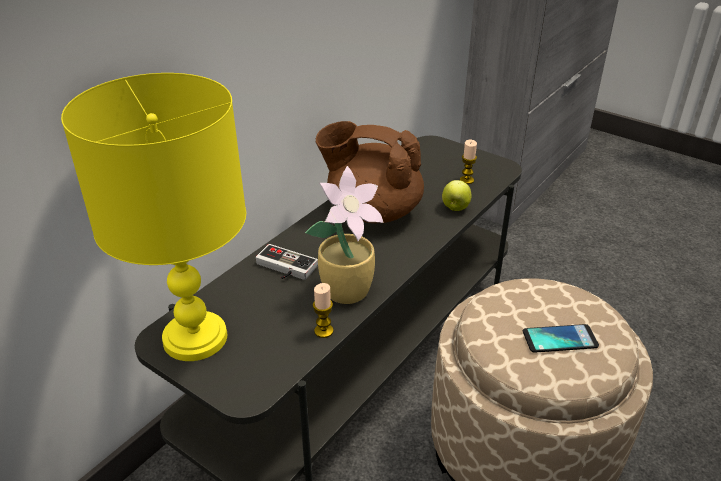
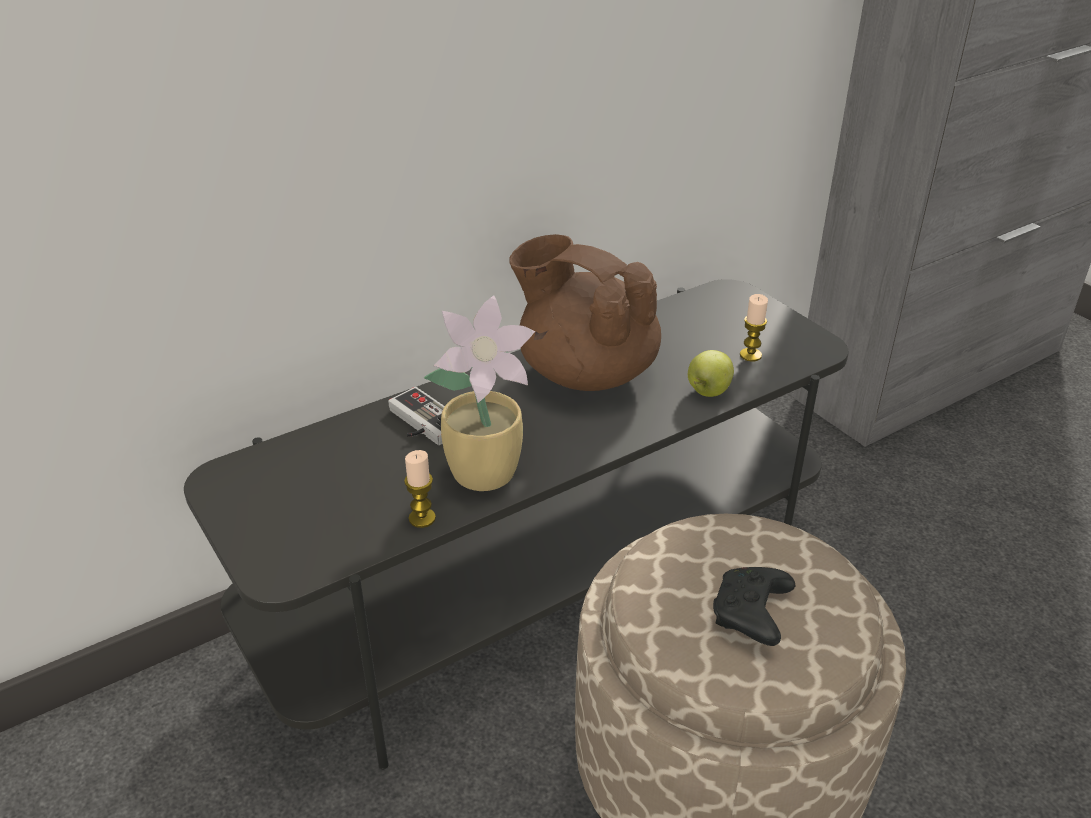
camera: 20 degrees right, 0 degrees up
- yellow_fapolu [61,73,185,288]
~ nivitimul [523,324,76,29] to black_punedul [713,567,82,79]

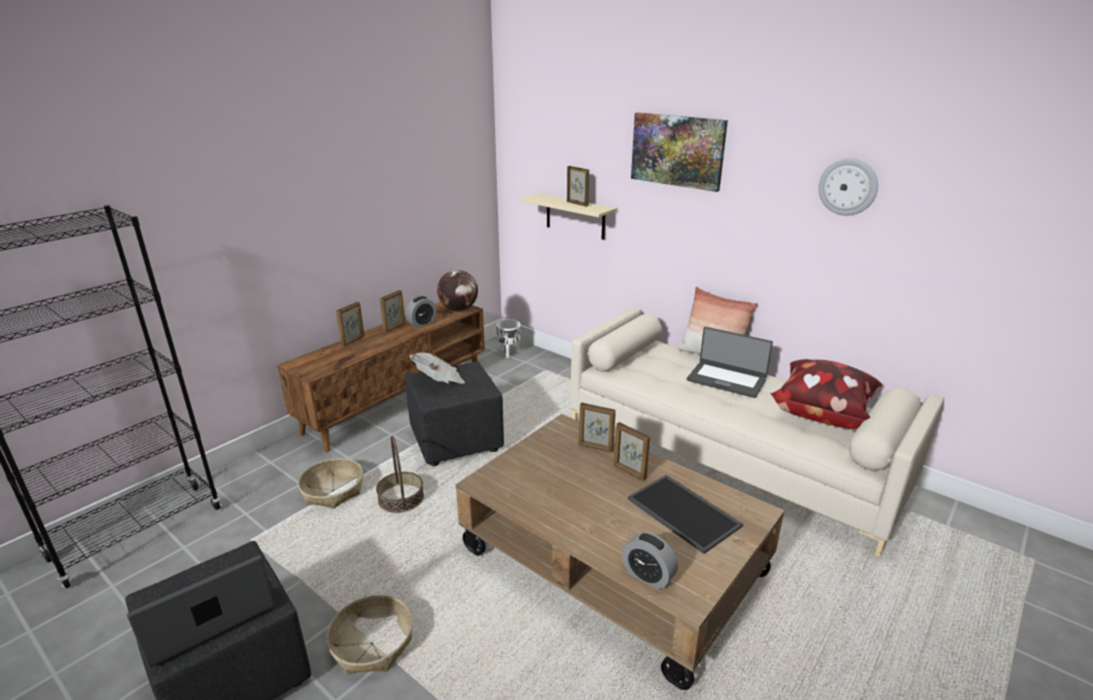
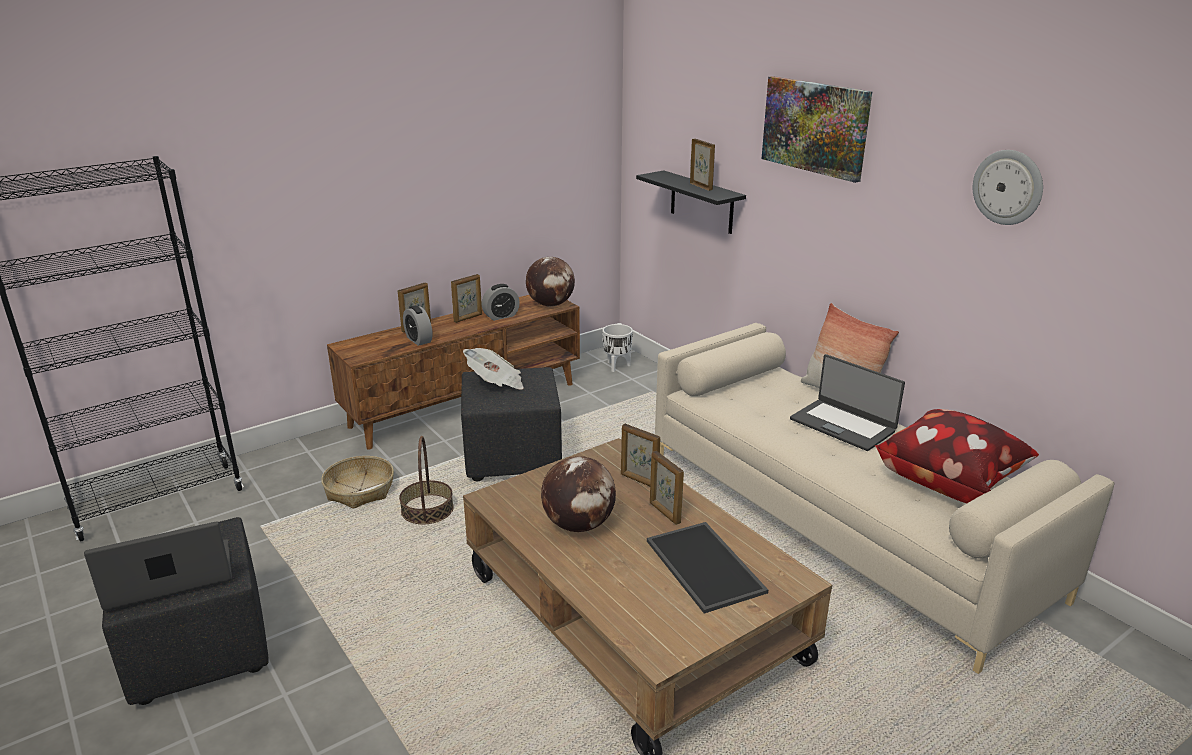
camera: 15 degrees right, 0 degrees up
- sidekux [326,595,87,79]
~ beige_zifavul [520,193,96,47] to black_zifavul [636,170,110,64]
~ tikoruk [622,532,56,57] to [403,305,29,41]
+ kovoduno [541,456,75,76]

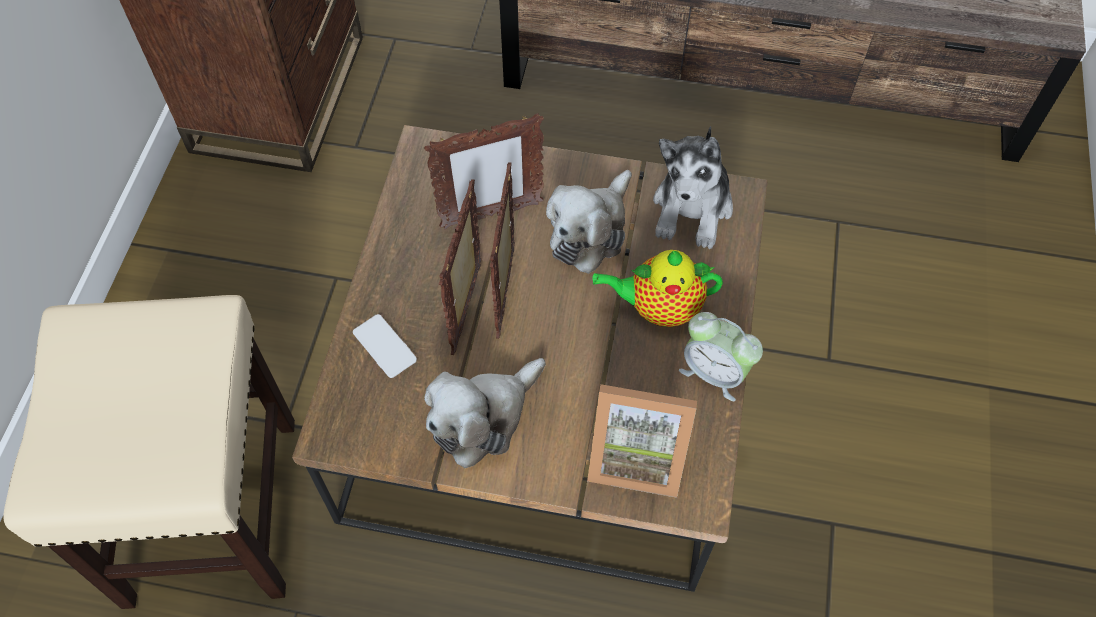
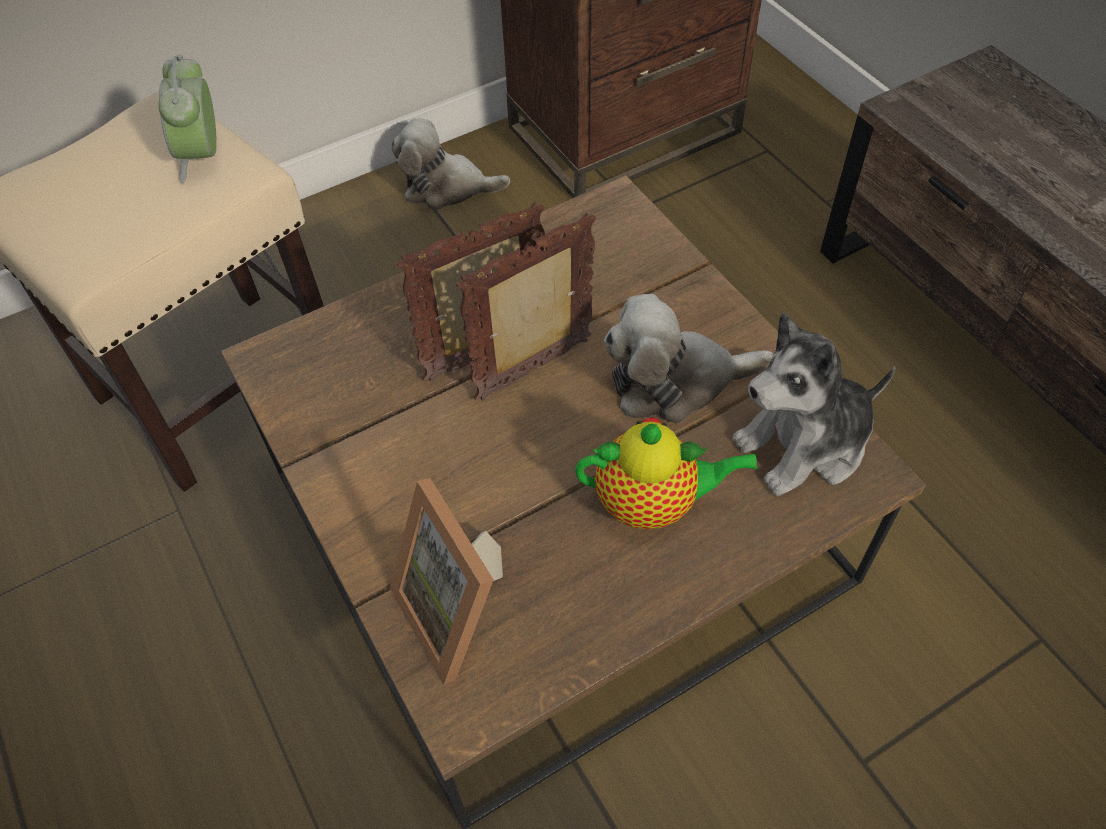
camera: 50 degrees right, 5 degrees down
- nivitimul [353,314,64,64]
- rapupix [424,113,120,116]
~ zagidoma [424,358,122,110] to [392,118,118,92]
~ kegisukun [592,250,131,77] = [575,418,183,112] 135 degrees clockwise
~ tikoruk [679,312,84,89] to [158,55,59,128]

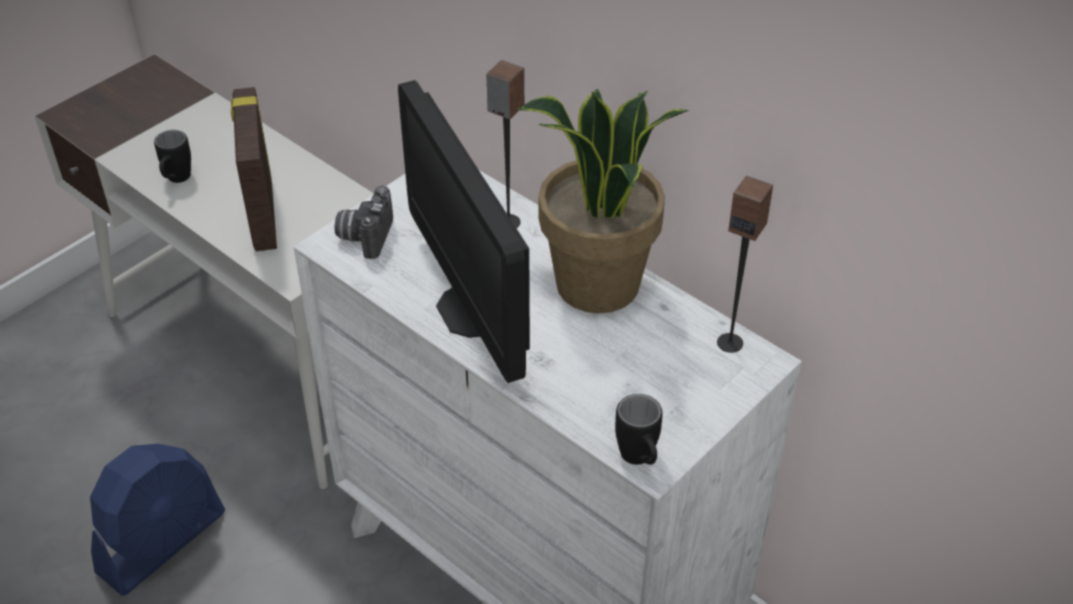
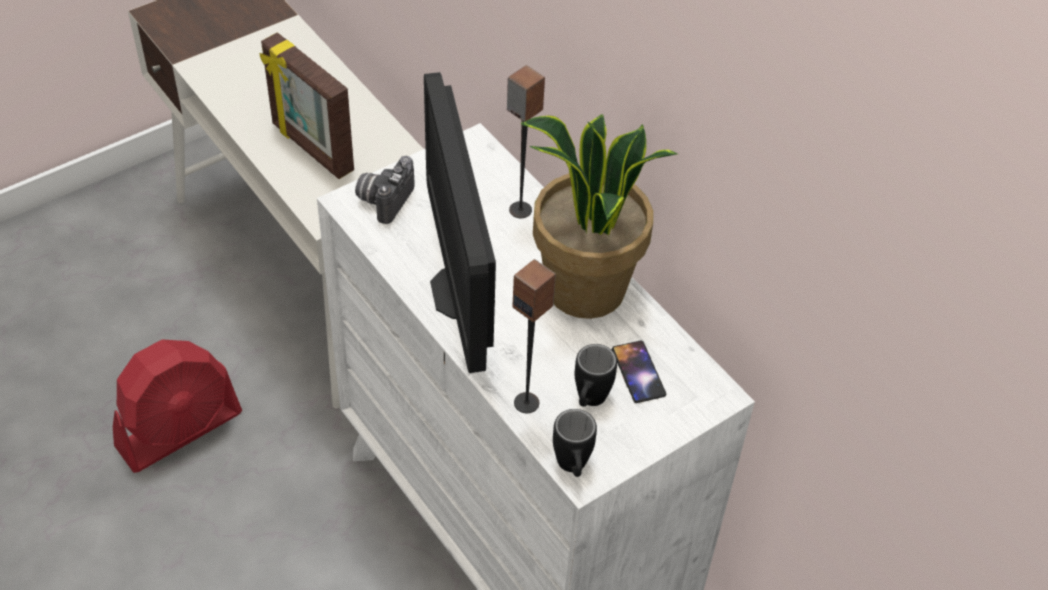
camera: 10 degrees right, 5 degrees up
~ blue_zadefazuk [90,444,135,152] to red_zadefazuk [113,340,129,133]
~ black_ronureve [154,130,37,53] to [575,344,42,63]
~ rapupix [231,87,46,164] = [260,32,94,147] 45 degrees counterclockwise
~ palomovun [717,176,56,177] to [512,259,44,154]
+ nivitimul [612,341,54,62]

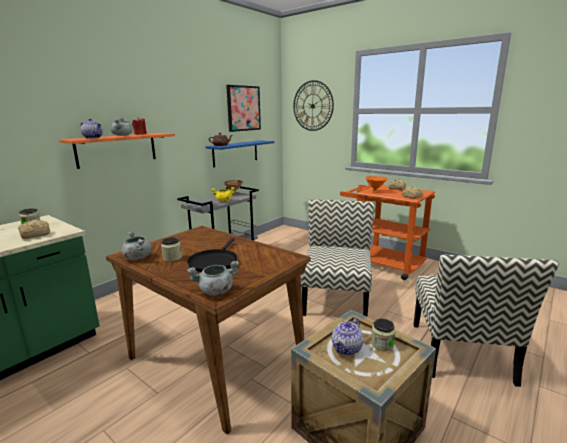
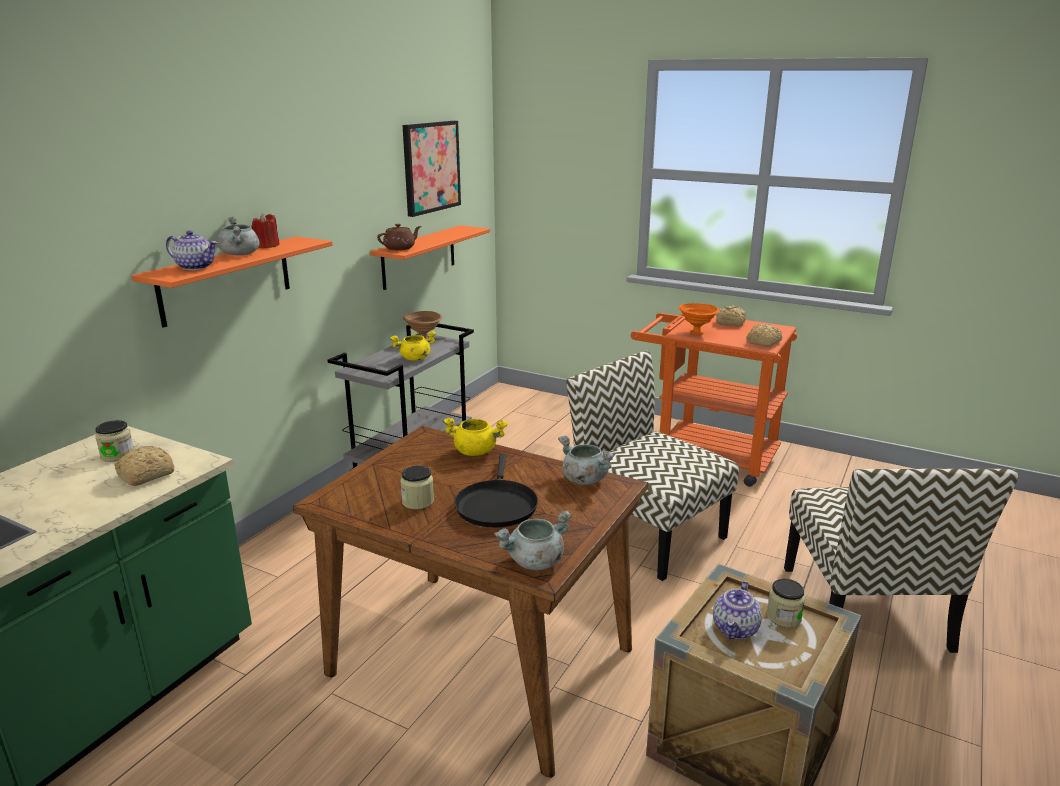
camera: 10 degrees left, 5 degrees up
~ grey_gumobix [121,231,31,29] to [558,436,57,49]
~ blue_zifavul [206,140,68,27] to orange_zifavul [370,225,120,65]
- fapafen [293,80,41,51]
~ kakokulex [300,199,75,118] = [567,351,172,230] 45 degrees counterclockwise
+ yellow_gumobix [443,418,64,38]

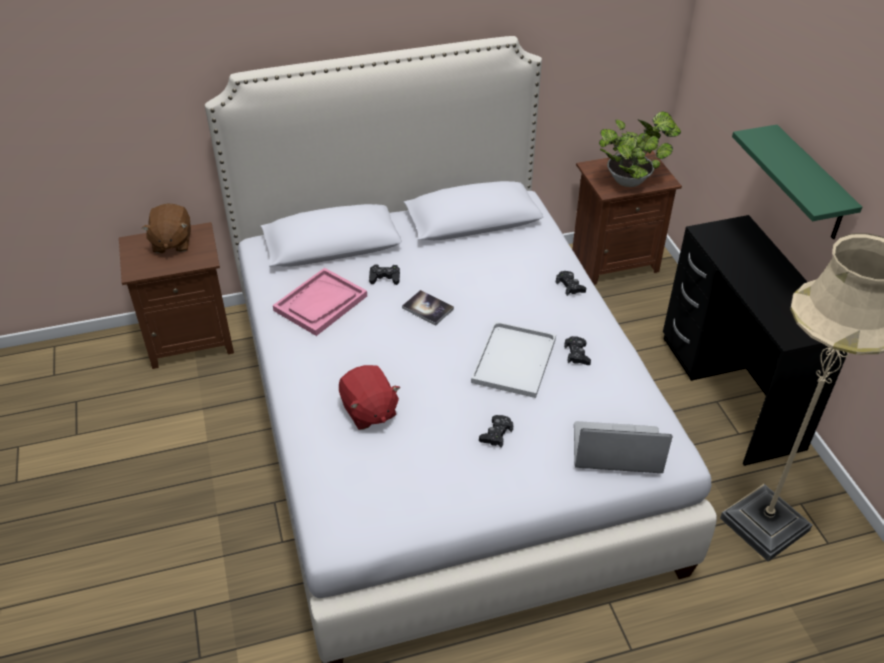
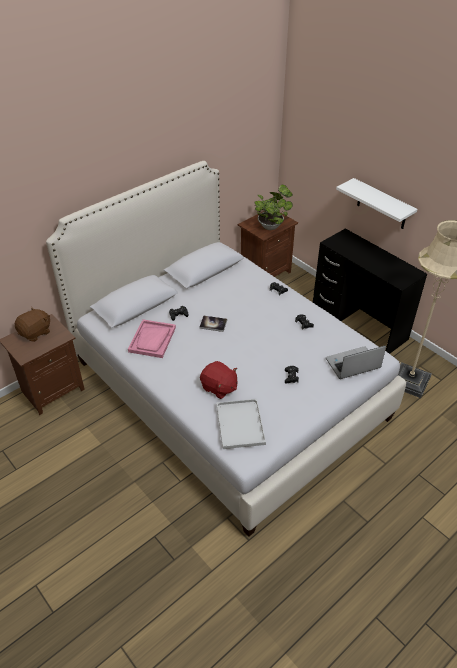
camera: 25 degrees left, 0 degrees up
~ brown_zagidoma [142,204,49,49] = [15,307,35,35] 105 degrees counterclockwise
~ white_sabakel [471,321,85,77] to [216,399,50,50]
~ green_zifavul [732,125,130,114] to white_zifavul [336,178,81,51]

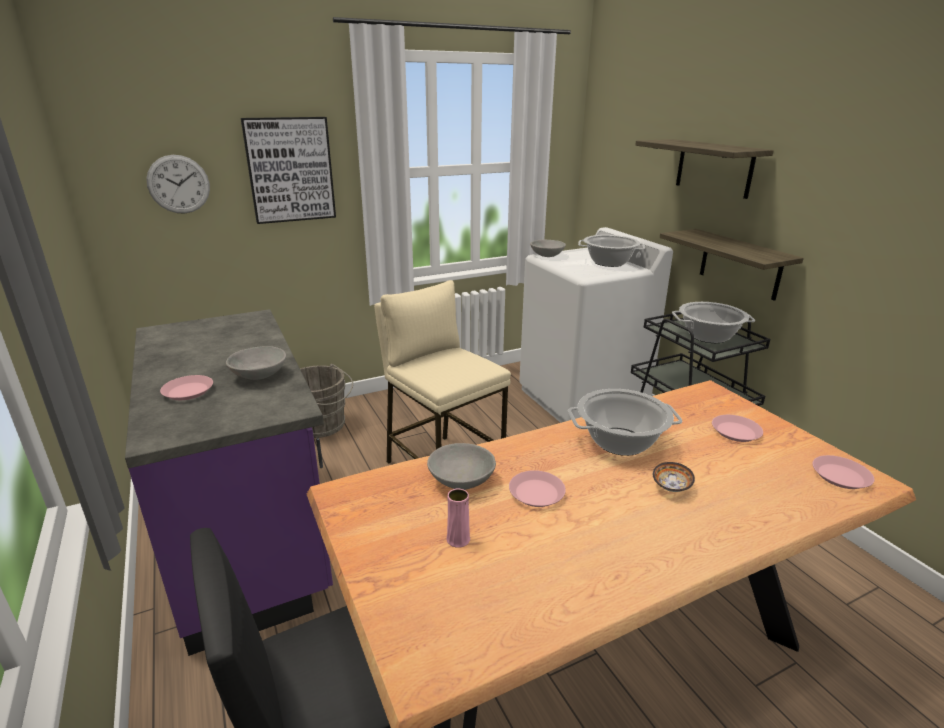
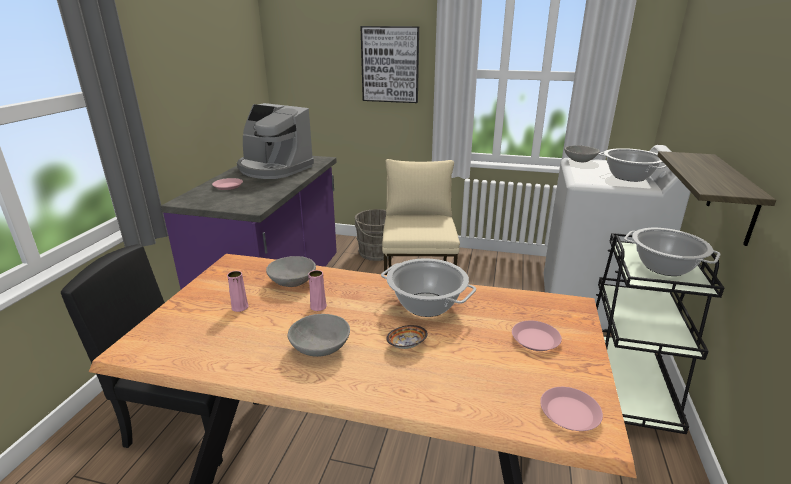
camera: 40 degrees right, 0 degrees up
- fapafen [146,155,64,59]
~ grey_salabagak [226,346,60,34] to [287,314,63,43]
~ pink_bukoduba [509,470,57,37] to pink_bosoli [308,270,19,41]
- zifavul [635,139,139,60]
+ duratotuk [237,103,77,76]

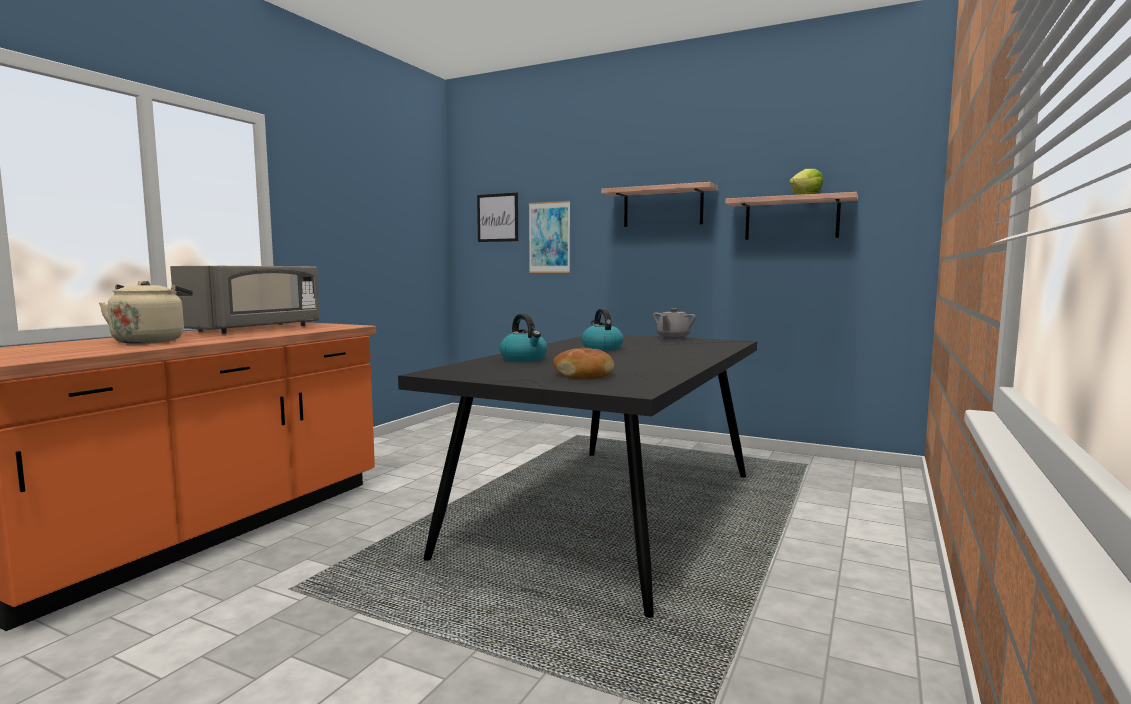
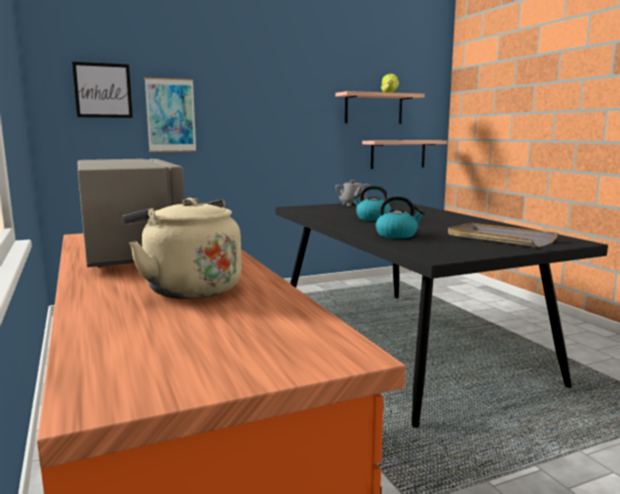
camera: 50 degrees left, 5 degrees up
~ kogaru [553,348,62,31] to grey_sabakel [448,223,110,24]
~ zifavul [601,182,117,45] to [362,140,85,29]

